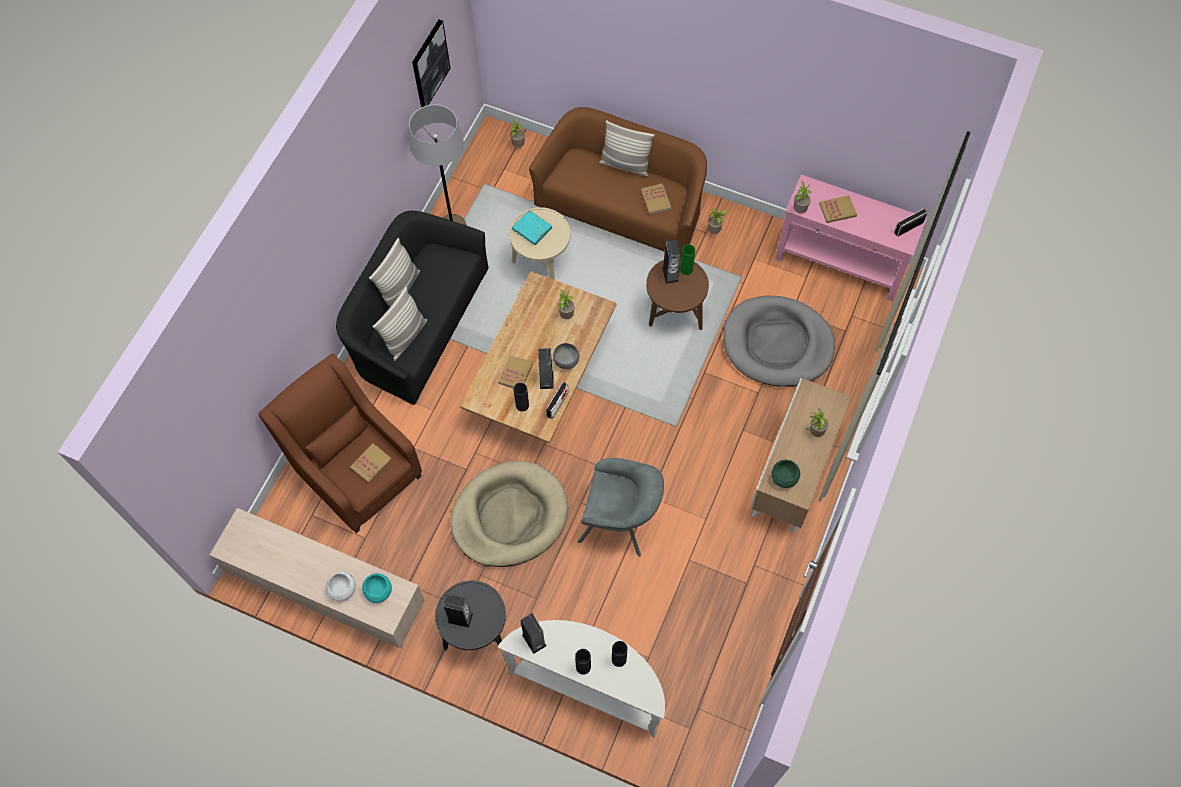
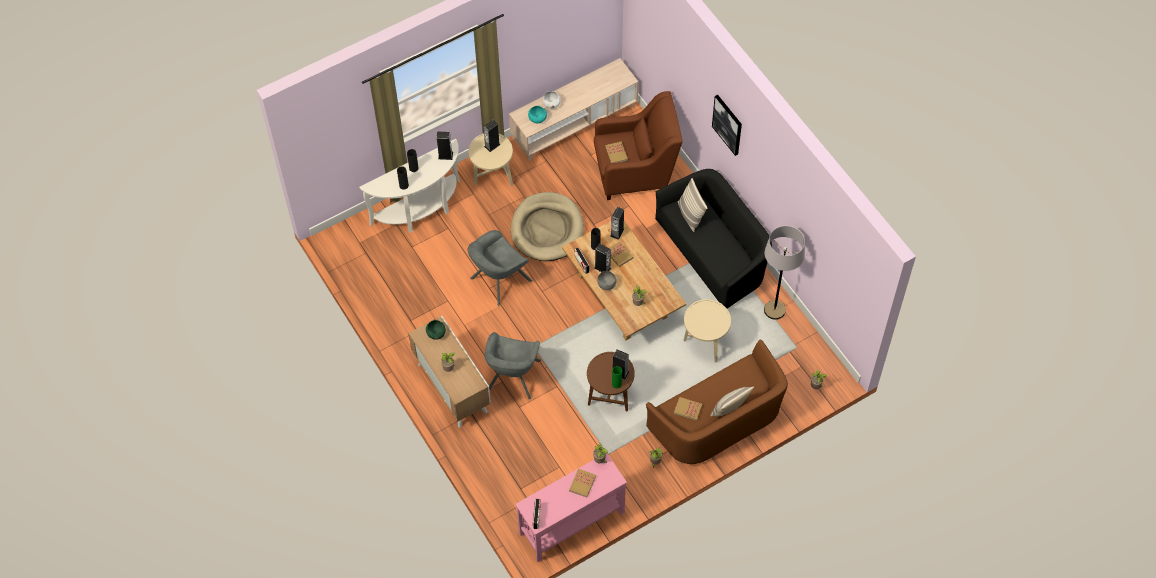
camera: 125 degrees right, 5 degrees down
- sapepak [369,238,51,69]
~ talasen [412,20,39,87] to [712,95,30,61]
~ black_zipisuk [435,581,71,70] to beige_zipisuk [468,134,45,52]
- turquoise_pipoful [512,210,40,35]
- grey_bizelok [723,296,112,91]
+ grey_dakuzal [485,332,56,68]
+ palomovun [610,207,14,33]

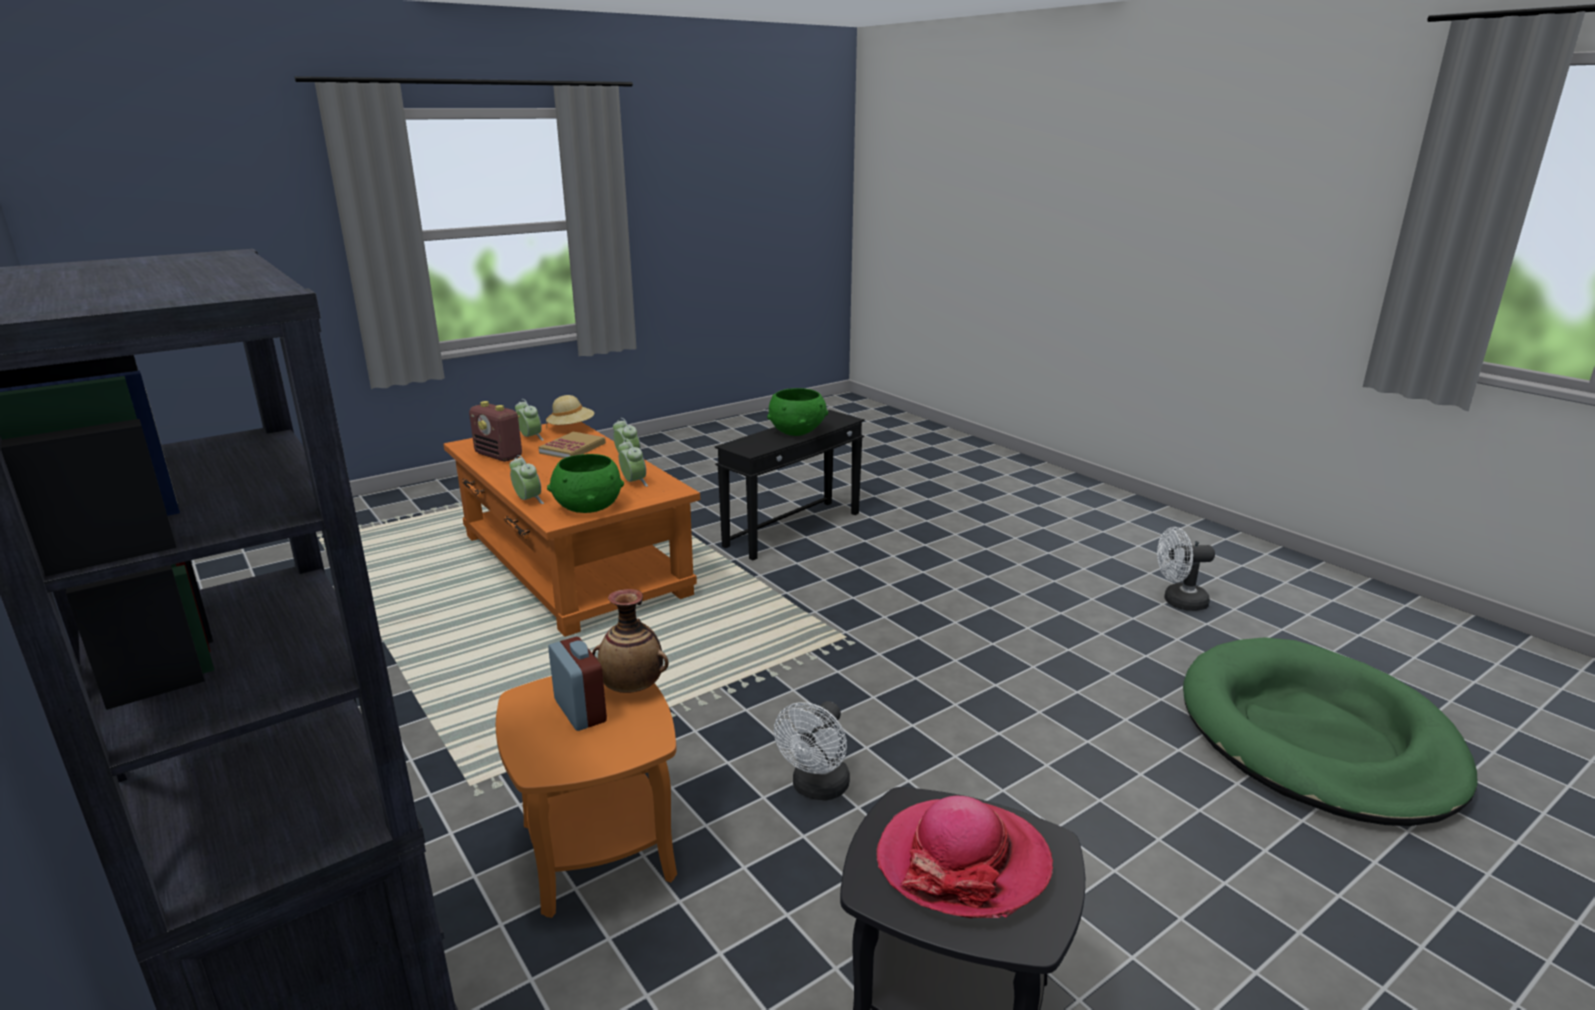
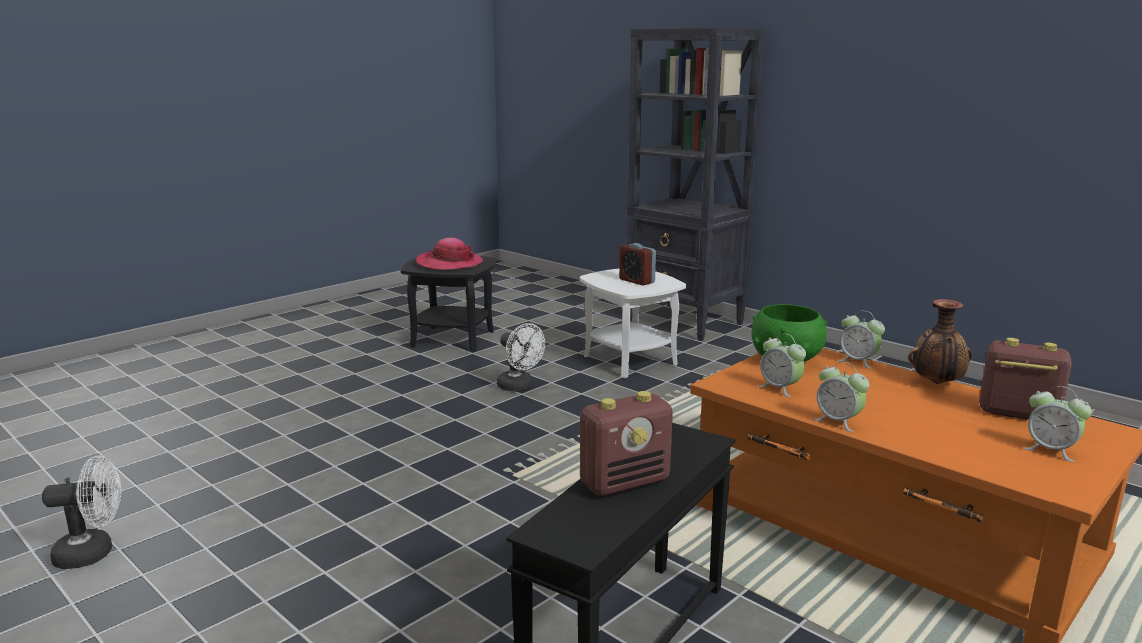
camera: 170 degrees right, 5 degrees down
~ orange_zipisuk [496,676,181,242] to white_zipisuk [580,268,106,110]
- pipoful [539,432,67,26]
- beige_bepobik [546,395,48,33]
~ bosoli [592,589,76,104] to [908,299,64,85]
~ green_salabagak [767,388,61,48] to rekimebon [580,391,93,105]
~ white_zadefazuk [774,701,76,100] = [497,323,48,68] 120 degrees clockwise
- green_bizelok [1183,637,295,189]

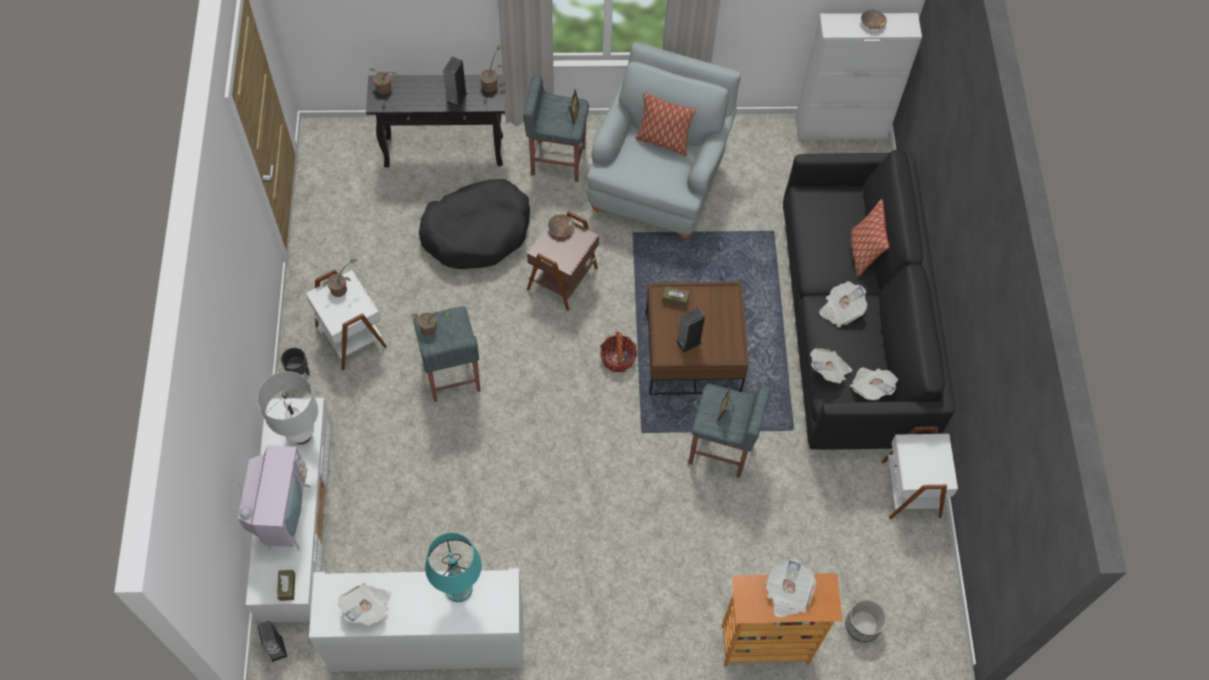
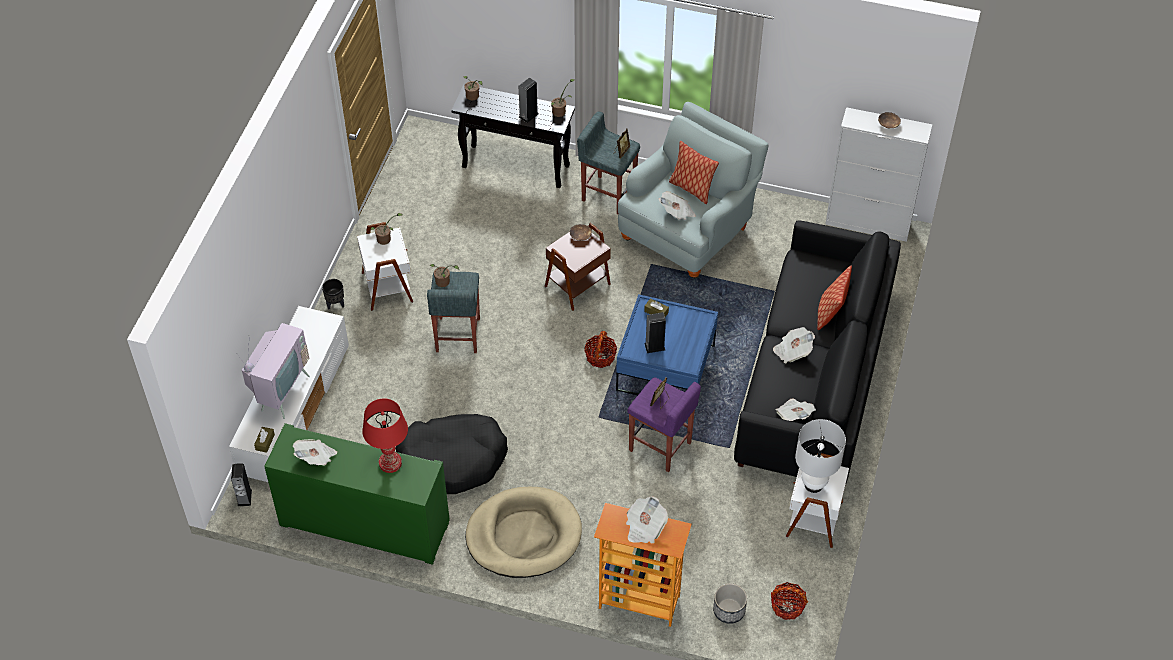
camera: 20 degrees right, 10 degrees down
~ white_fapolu [257,371,61,73] to [795,419,51,74]
~ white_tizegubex [309,568,214,104] to green_tizegubex [264,423,186,142]
~ black_bizelok [419,179,111,90] to [396,414,112,80]
~ turquoise_fapolu [425,533,57,69] to red_fapolu [362,398,46,75]
~ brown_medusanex [645,282,104,113] to blue_medusanex [616,294,102,115]
~ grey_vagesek [688,384,83,94] to purple_vagesek [628,377,73,95]
~ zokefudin [810,348,42,36] to [659,191,37,29]
+ beige_bizelok [466,487,116,91]
+ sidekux [771,582,37,38]

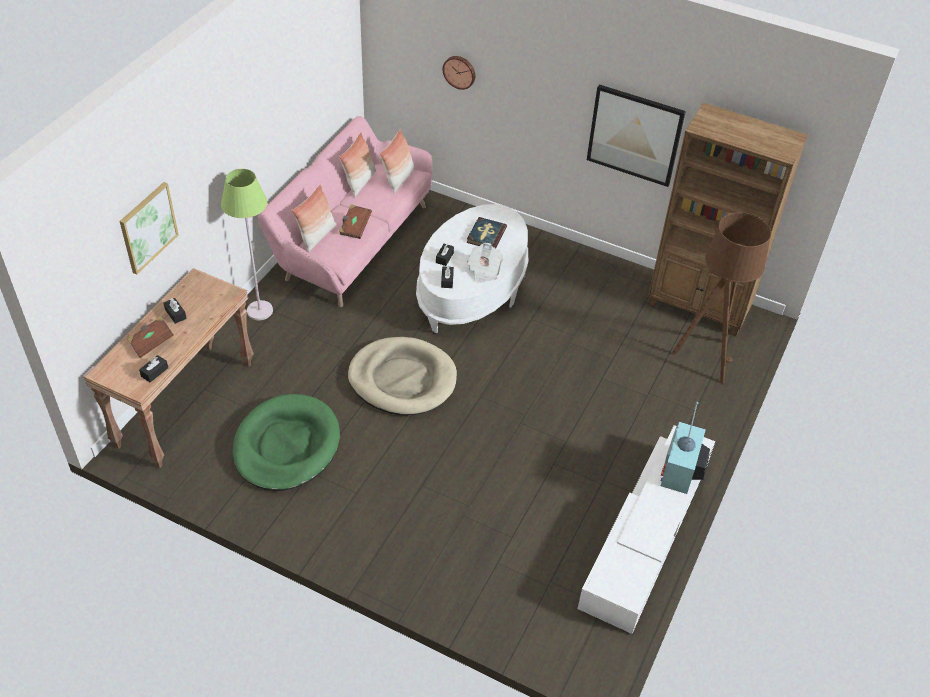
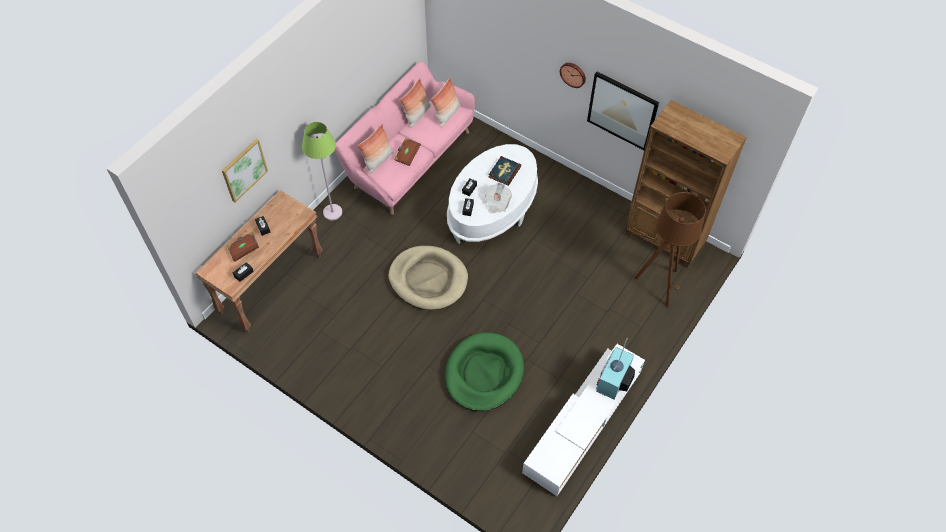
camera: 10 degrees right, 10 degrees up
~ green_bizelok [232,394,108,97] to [445,332,79,79]
~ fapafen [442,56,33,34] to [560,63,26,25]

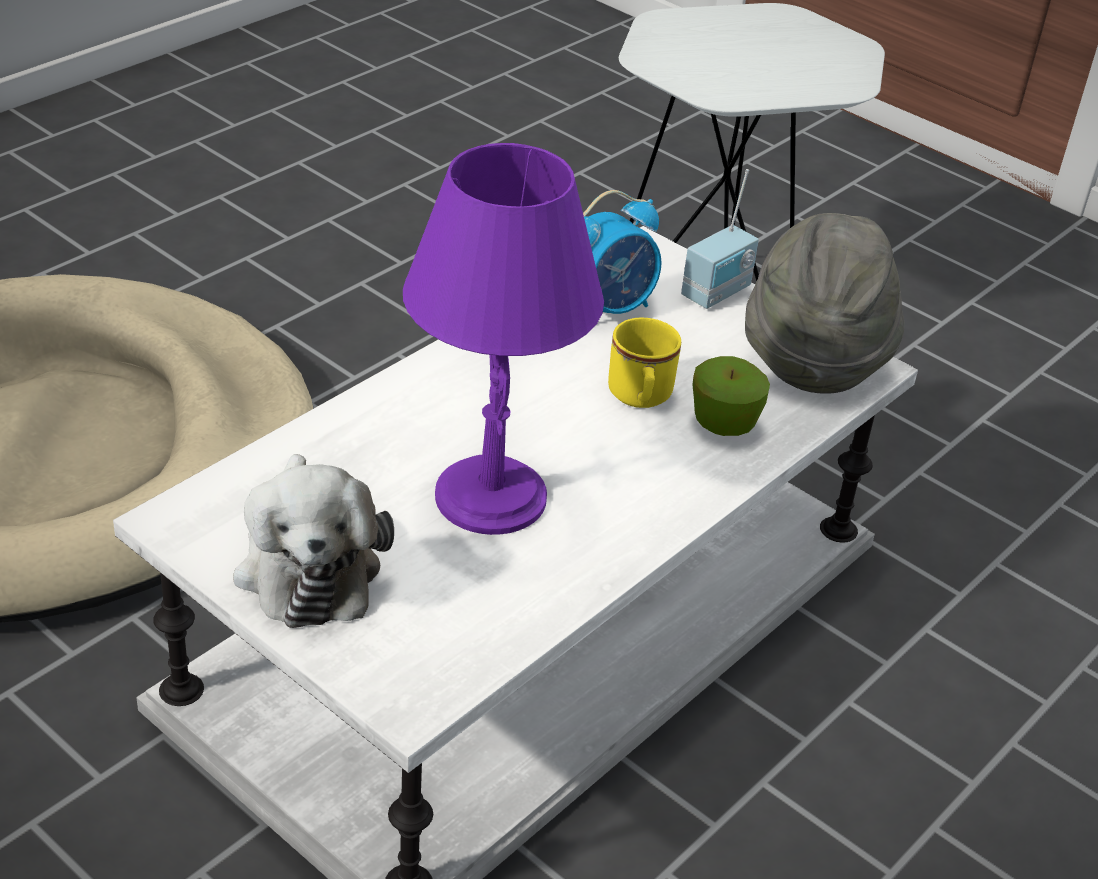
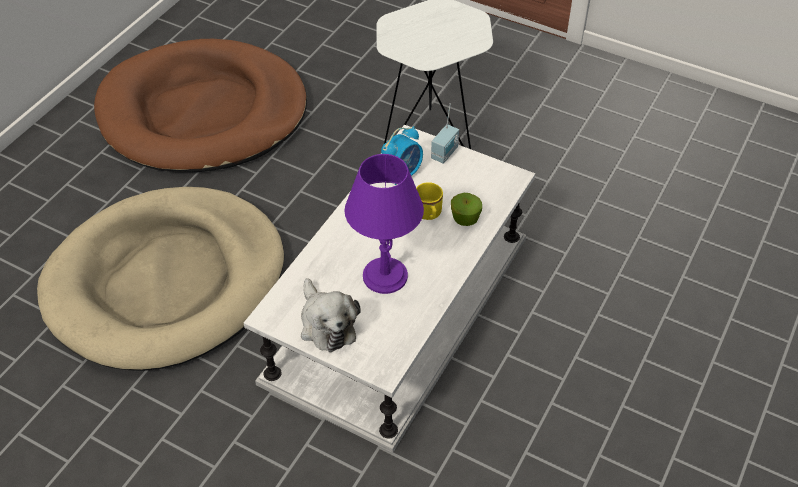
camera: 10 degrees left, 10 degrees up
- grey_bepobik [745,213,160,181]
+ brown_bizelok [94,39,213,133]

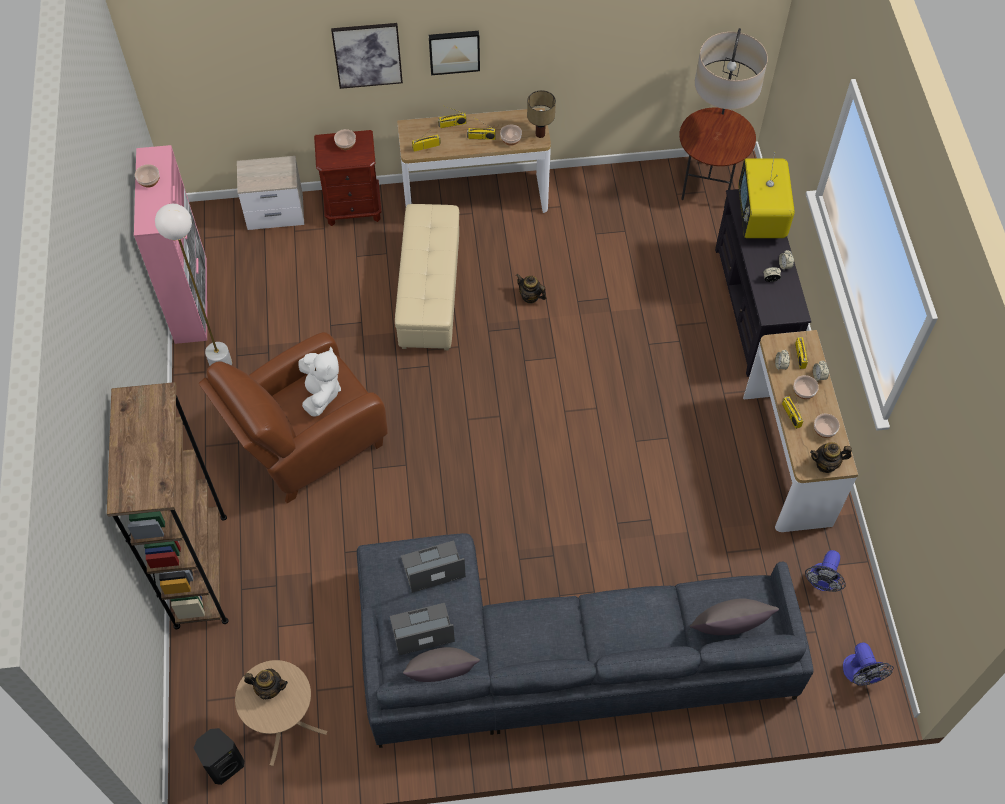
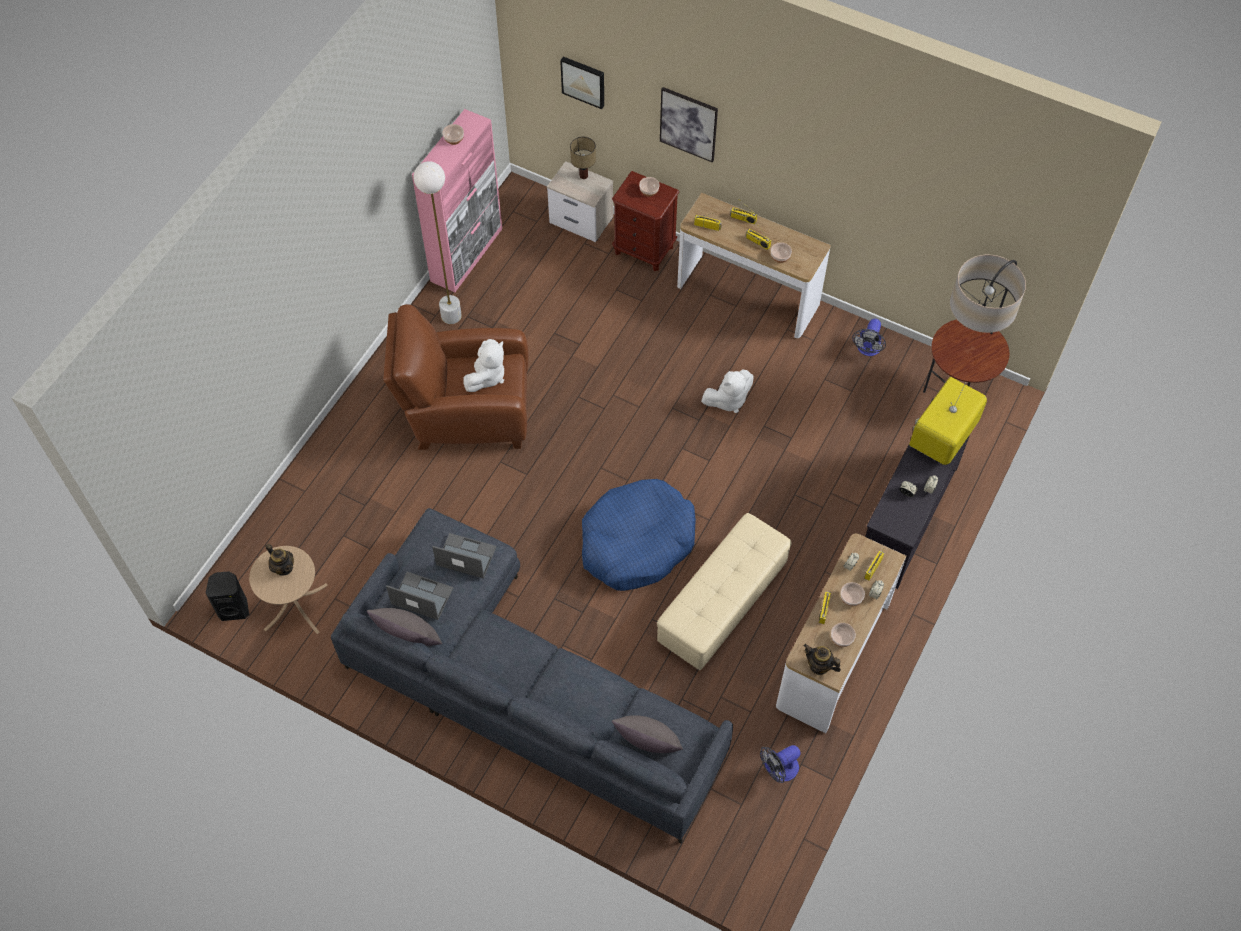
camera: 35 degrees right, 0 degrees up
- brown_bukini [107,382,122,247]
~ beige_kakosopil [395,204,64,146] to [657,513,135,157]
~ talasen [429,31,51,44] to [560,57,44,52]
~ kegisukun [516,274,30,30] to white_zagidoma [701,370,53,43]
~ fapolu [527,90,29,48] to [570,137,26,42]
~ zadefazuk [843,642,51,44] to [852,319,34,37]
+ blue_bizelok [582,479,114,112]

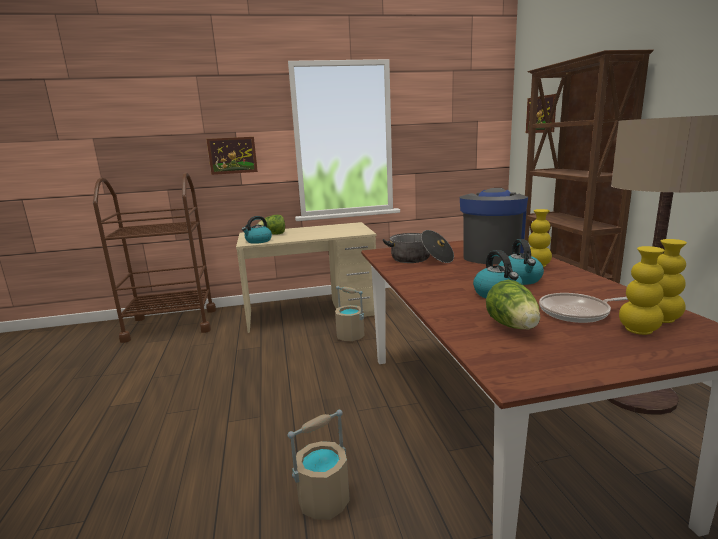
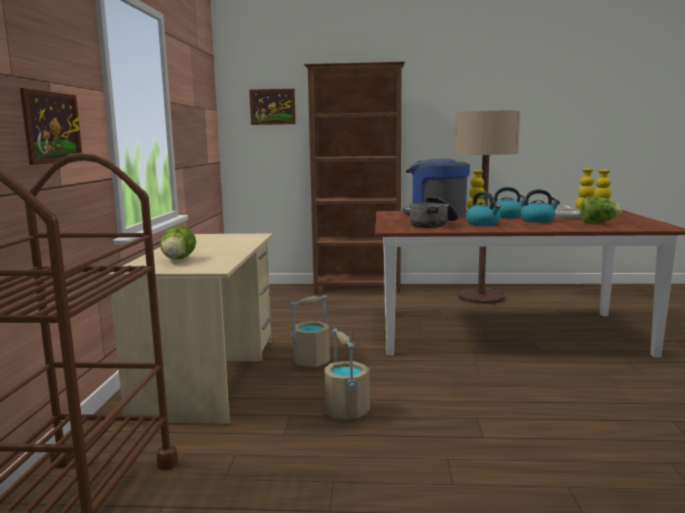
camera: 75 degrees left, 5 degrees down
~ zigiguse [242,216,30,28] to [466,192,35,34]
~ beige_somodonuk [288,410,62,110] to [325,329,45,91]

